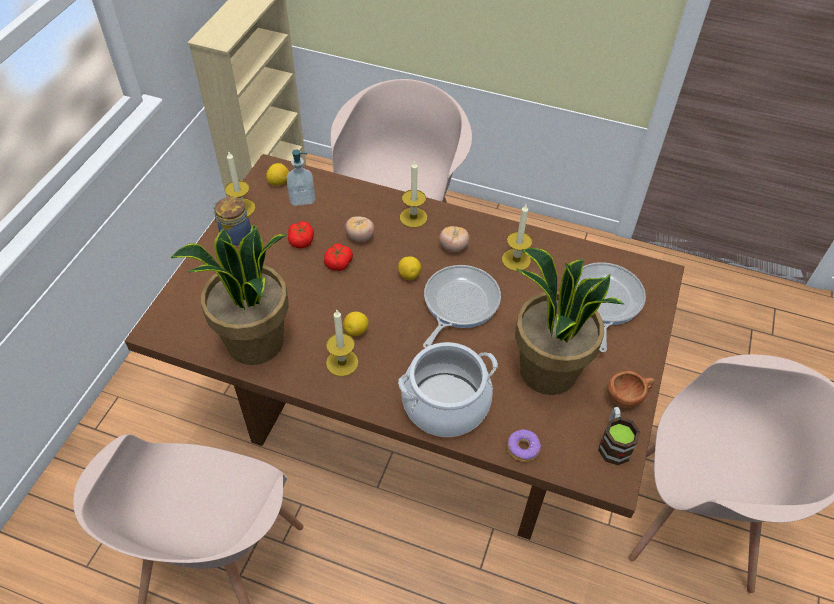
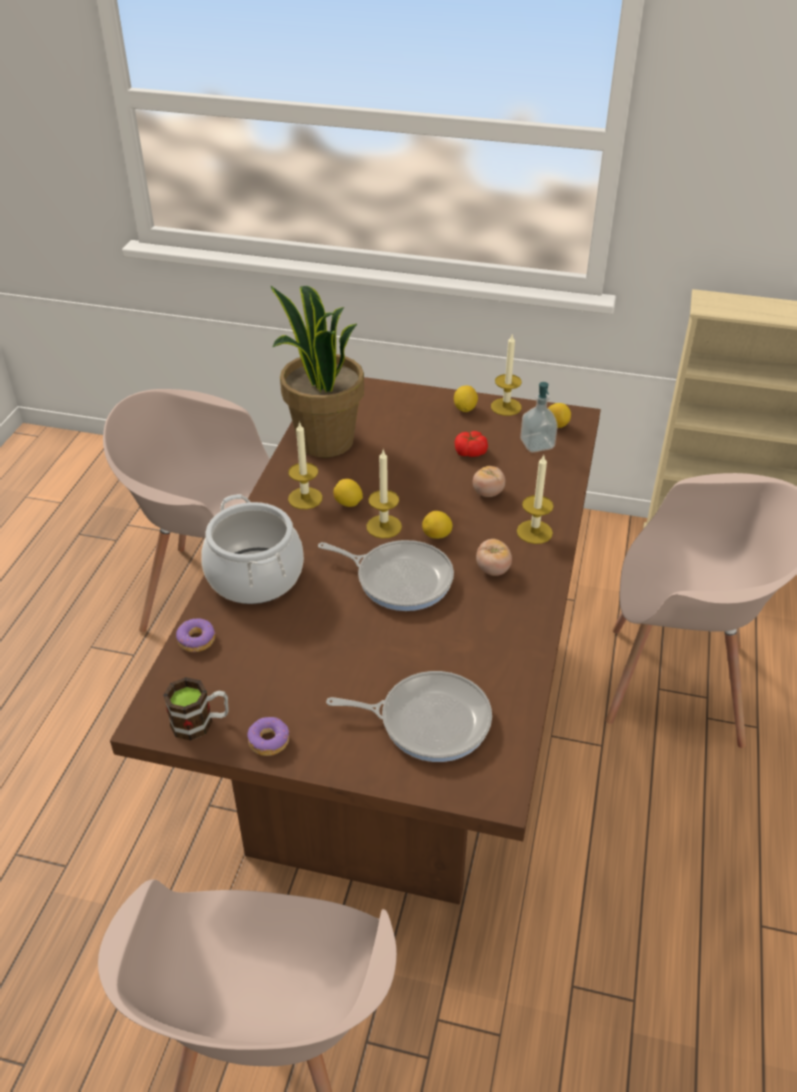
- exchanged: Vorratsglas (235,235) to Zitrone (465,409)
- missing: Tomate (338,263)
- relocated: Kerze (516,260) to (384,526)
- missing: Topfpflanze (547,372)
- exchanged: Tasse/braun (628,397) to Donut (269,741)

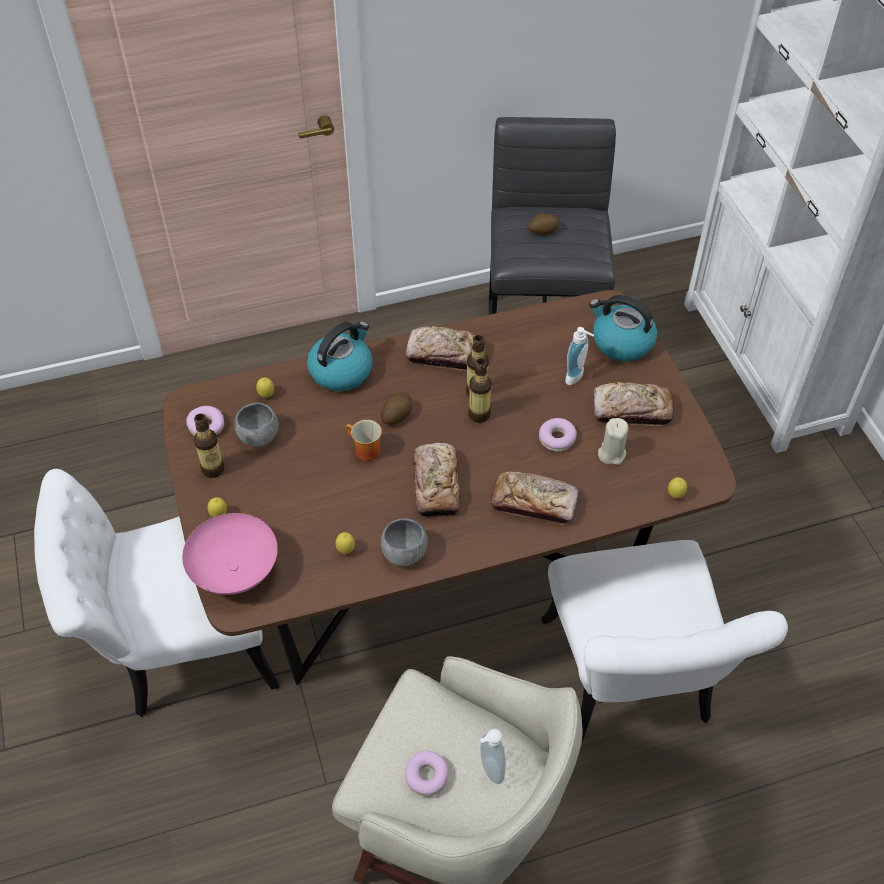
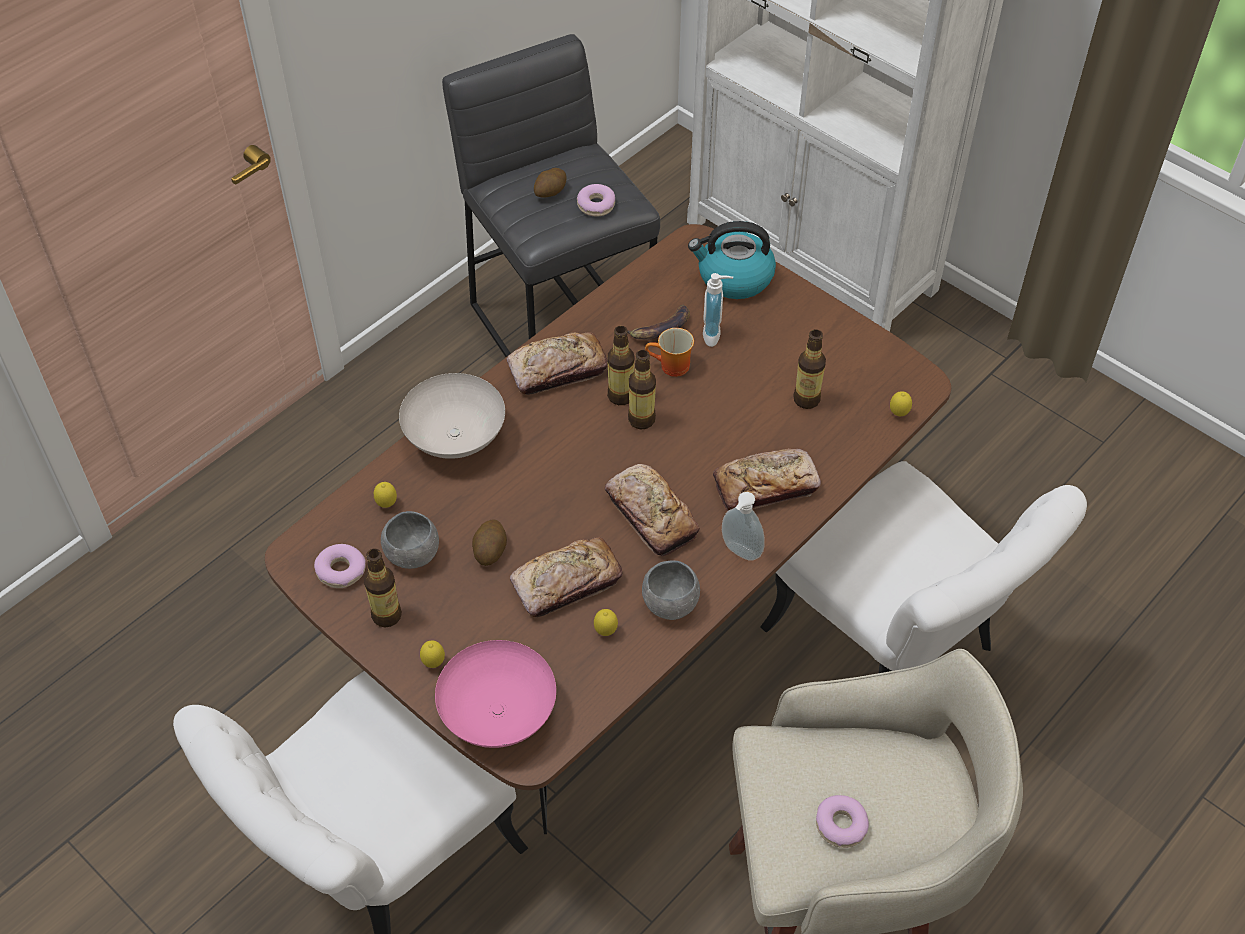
- exchanged: Wasserkessel (341,371) to Schüssel/weiß (453,438)
- relocated: Henkelbecher (364,451) to (671,367)
- relocated: Kartoffel (396,416) to (490,550)
- relocated: Seifenspender (489,769) to (739,552)
- relocated: Donut (557,438) to (596,205)
- relocated: Brot (632,410) to (566,584)
- exchanged: Kerze/beige (611,453) to Flasche (806,399)
- appeared: Banane (659,329)

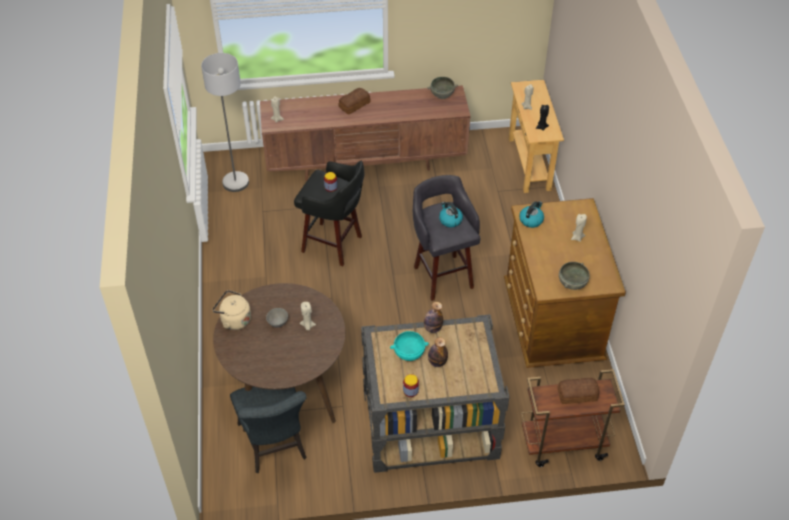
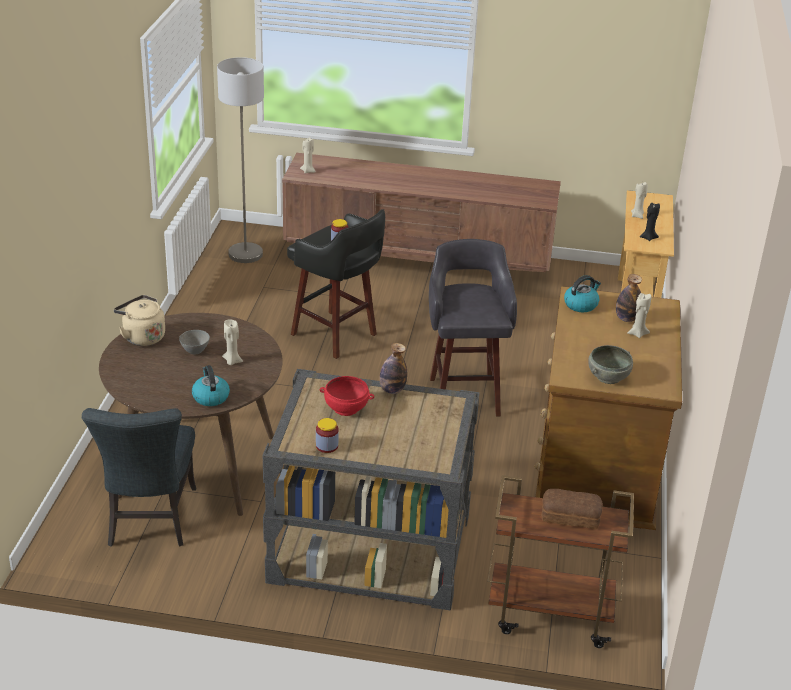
- missing: Brot (353,105)
- colour: Schüssel/türkis (409,353) to Schüssel/rot (346,408)
- missing: Schüssel/grau (442,94)
- relocated: Flasche (437,362) to (626,318)
- relocated: Wasserkessel (450,220) to (210,397)

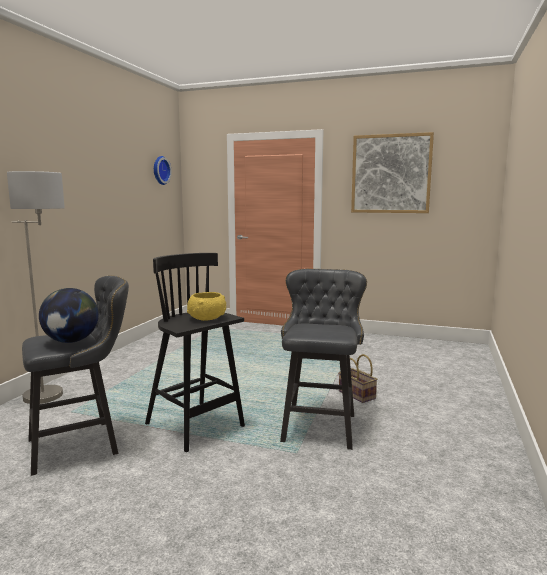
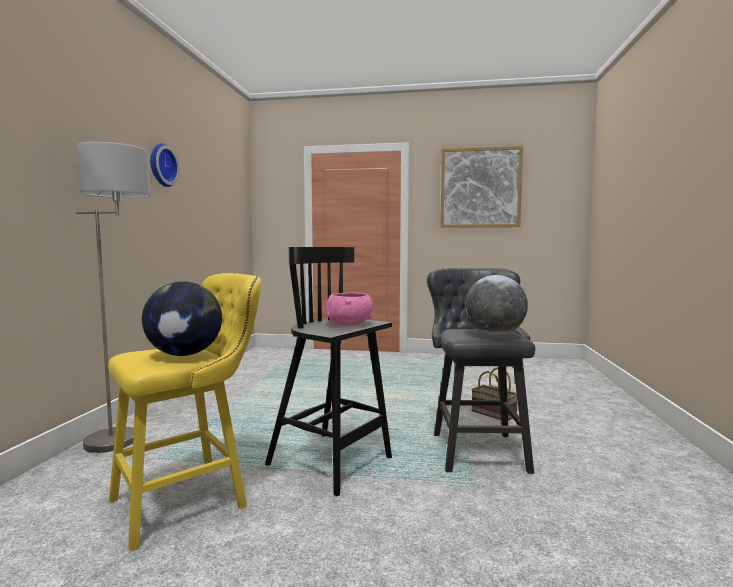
- colour: Hocker/grau (85,443) to Hocker/gelb (195,497)
- relocated: Wanduhr (160,170) to (161,165)
- colour: Schüssel/gelb (207,318) to Schüssel/rosa (349,324)
- appeared: Globus (494,334)

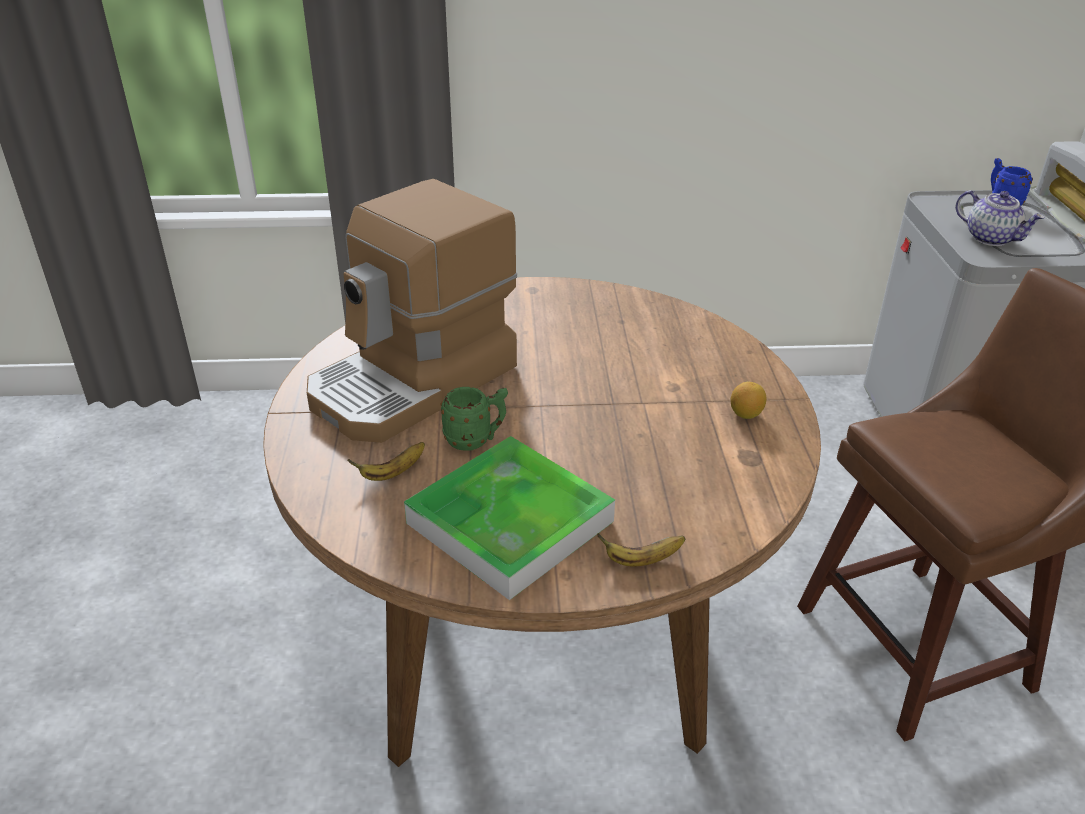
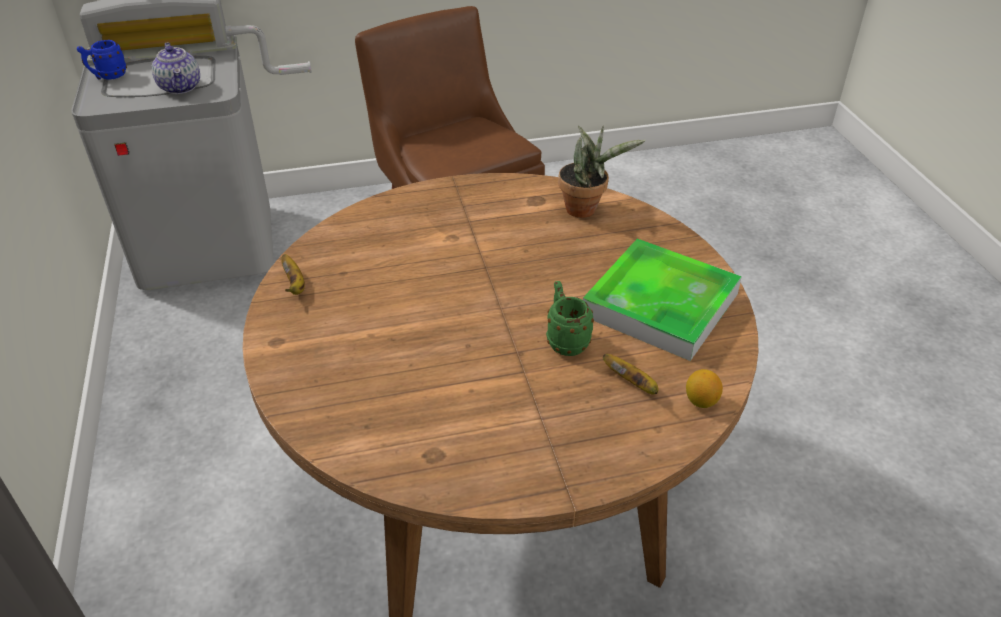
- missing: Kaffeemaschine (414,383)
- relocated: Banane (642,560) to (295,284)
- relocated: Zitrone (746,414) to (700,401)
- spun: Teekanne (991,238) = (181,87) 120 degrees clockwise
- appeared: Topfpflanze (585,209)

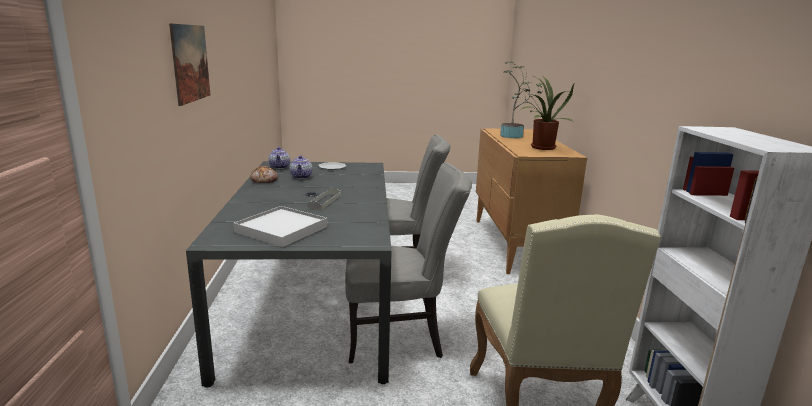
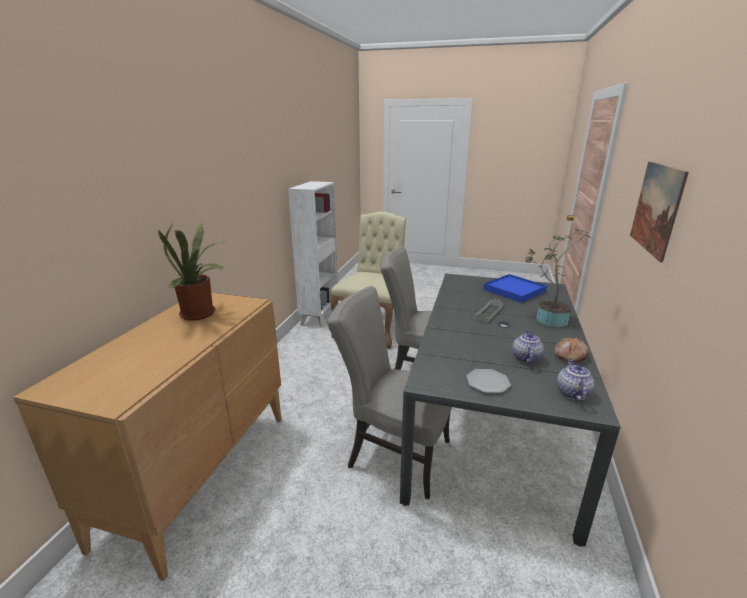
- colour: Tablett/weiß (281,229) to Tablett/blau (514,290)
- relocated: Topfpflanze (514,136) to (547,319)

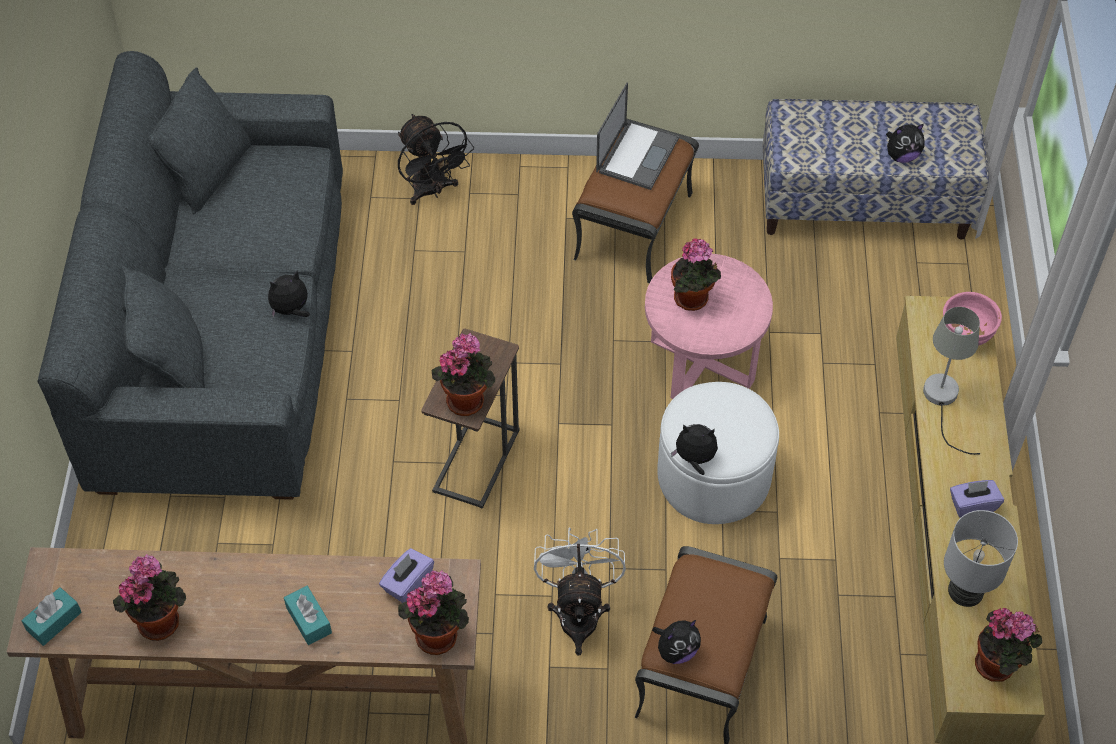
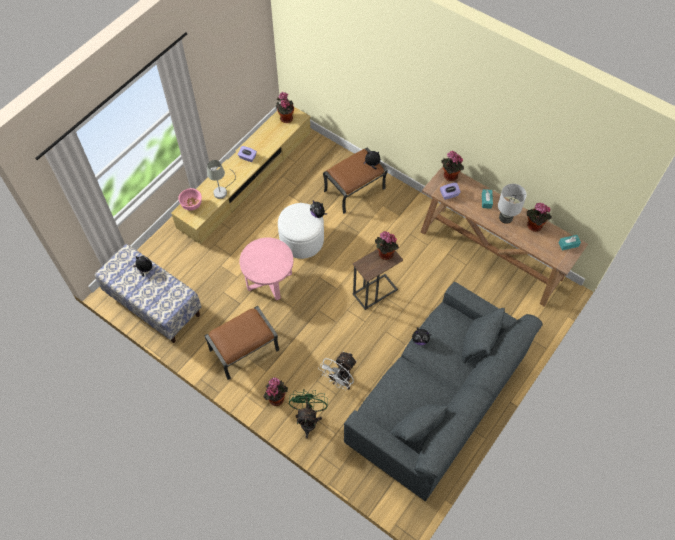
- colour: Ventilator/schwarz (432,191) to Ventilator/grün (308,419)
- relocated: Ventilator/weiß (578,612) to (340,380)
- missing: Laptop (637,154)
- relocated: Topfpflanze (693,300) to (276,397)
- relocated: Tischlampe/grau (965,591) to (505,217)

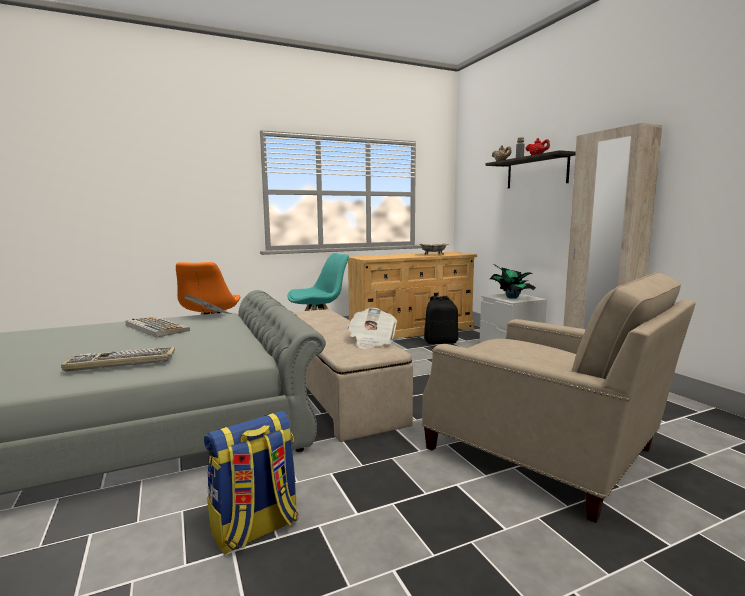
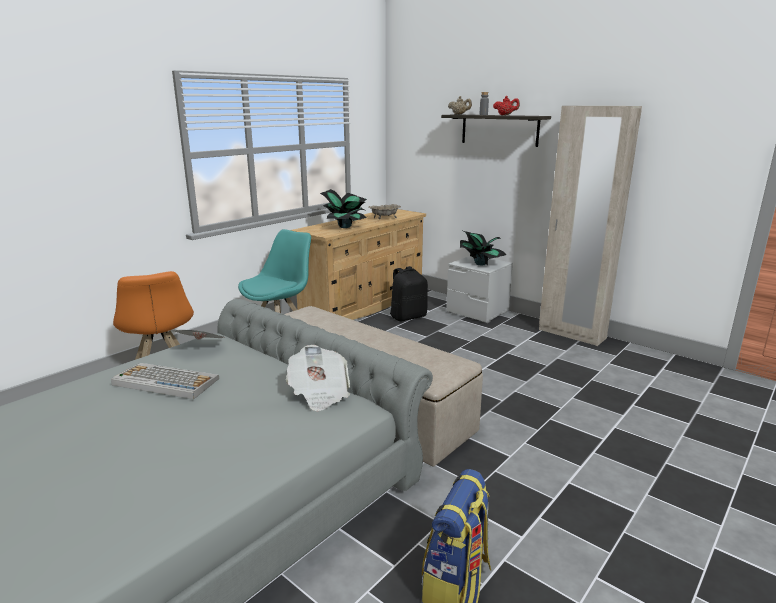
- missing: Tastatur (120,362)
- relocated: Zeitung (371,341) to (319,393)
- missing: Sessel/beige (544,451)
- appeared: Topfpflanze (345,227)

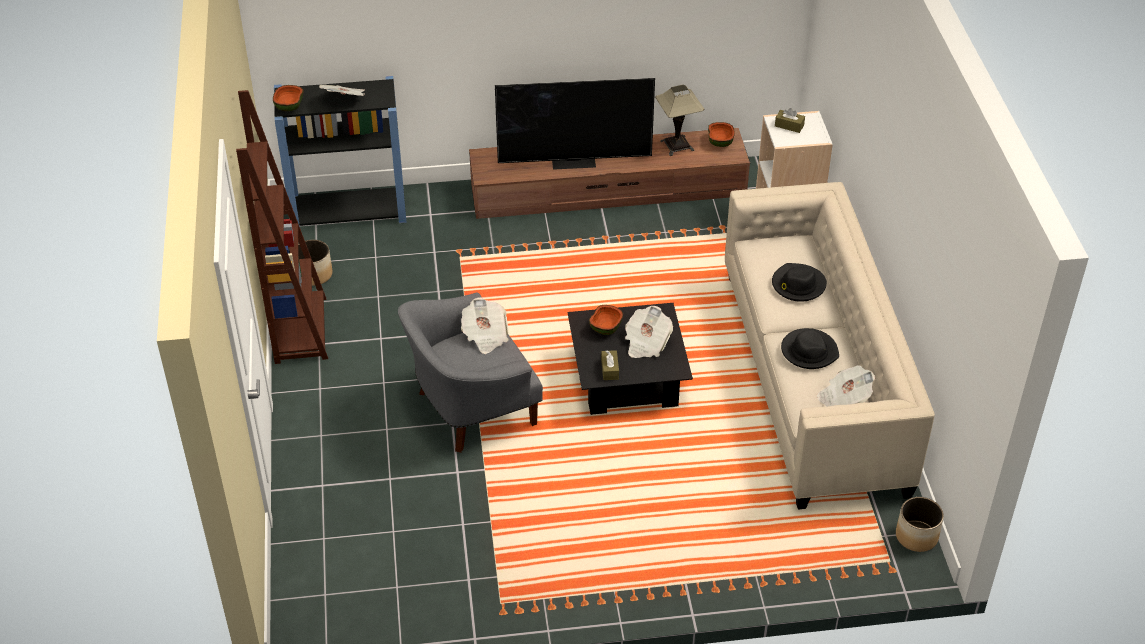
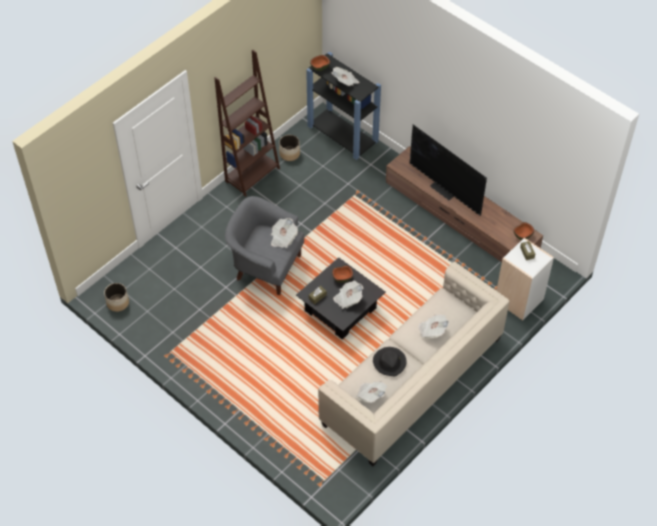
- missing: Tischlampe (677,145)
- exchanged: Hut/schwarz (798,285) to Zeitung (432,330)
- relocated: Pflanzkübel (917,536) to (118,303)

